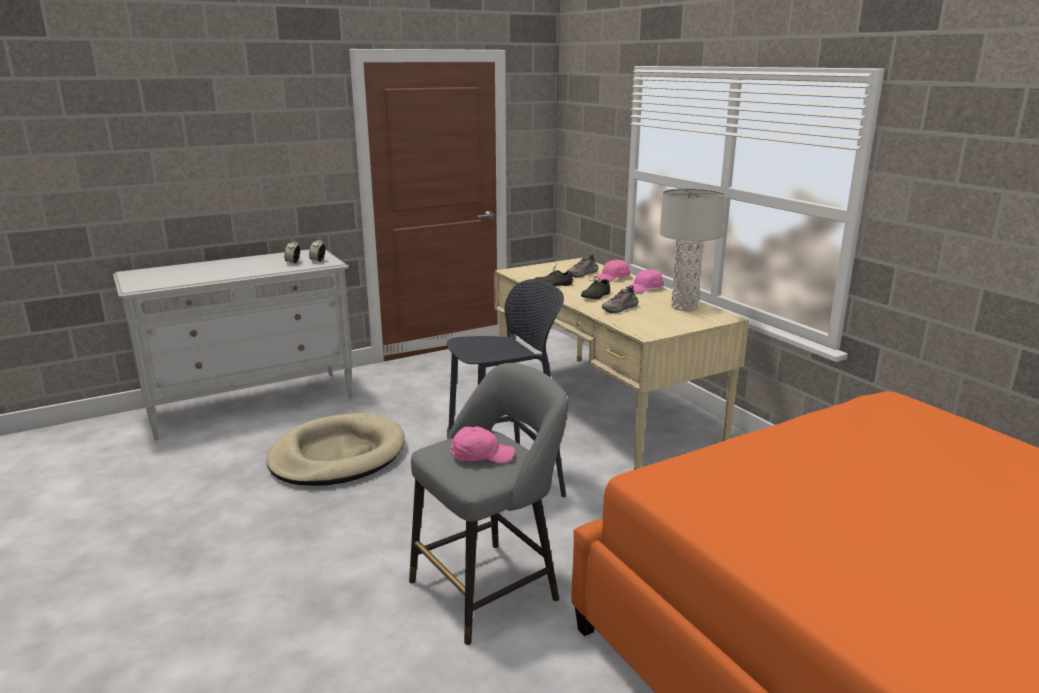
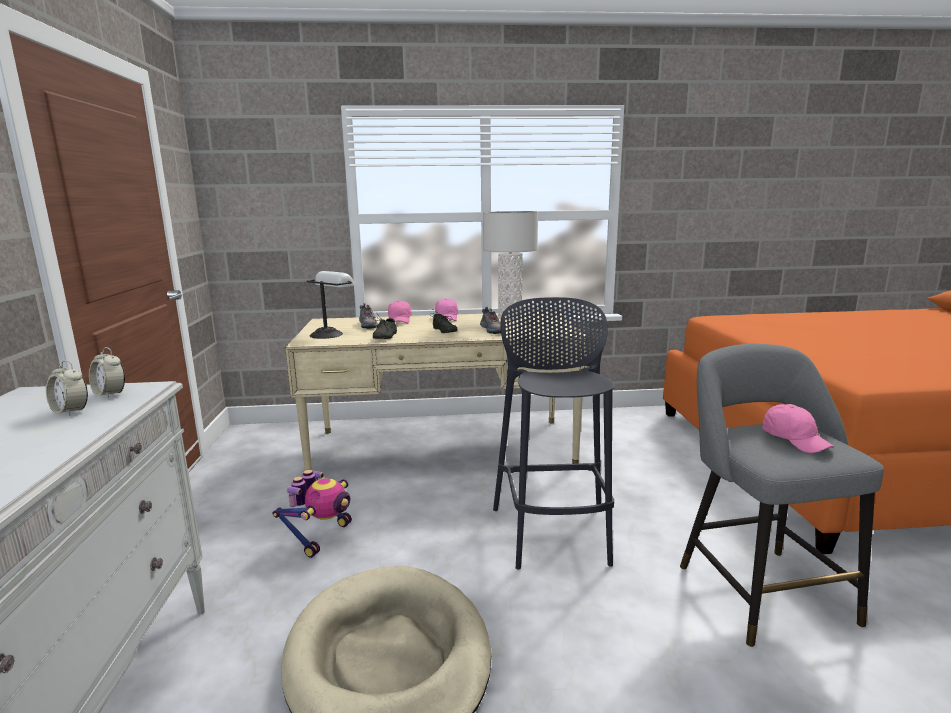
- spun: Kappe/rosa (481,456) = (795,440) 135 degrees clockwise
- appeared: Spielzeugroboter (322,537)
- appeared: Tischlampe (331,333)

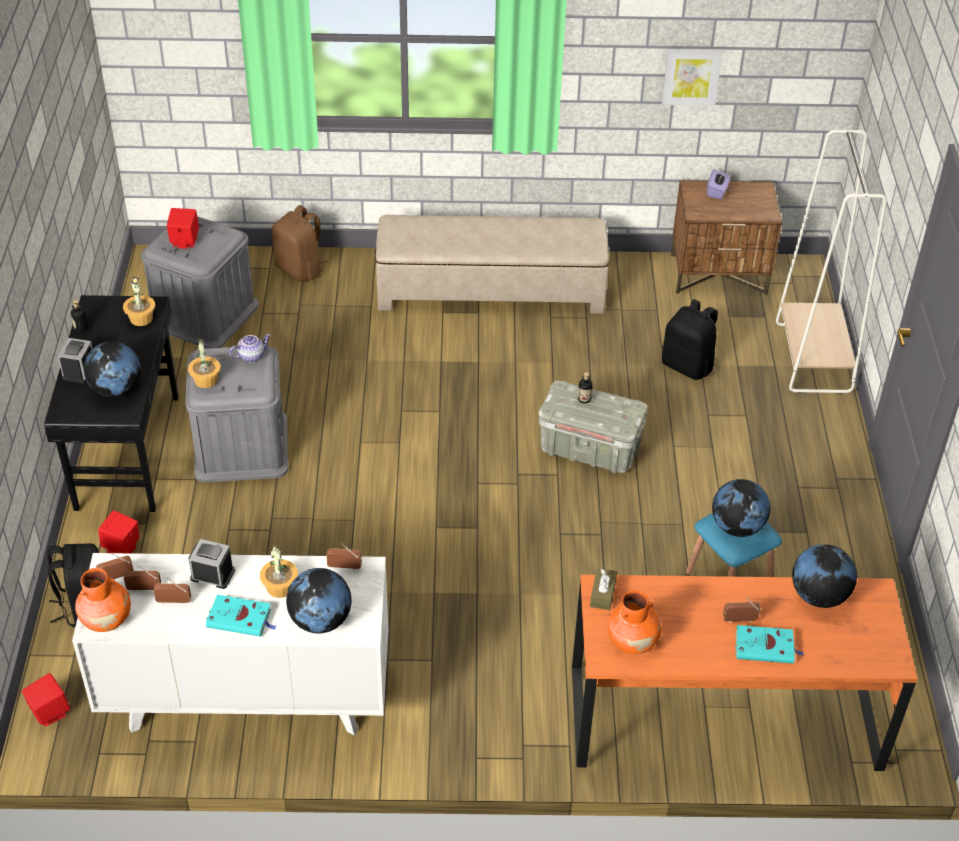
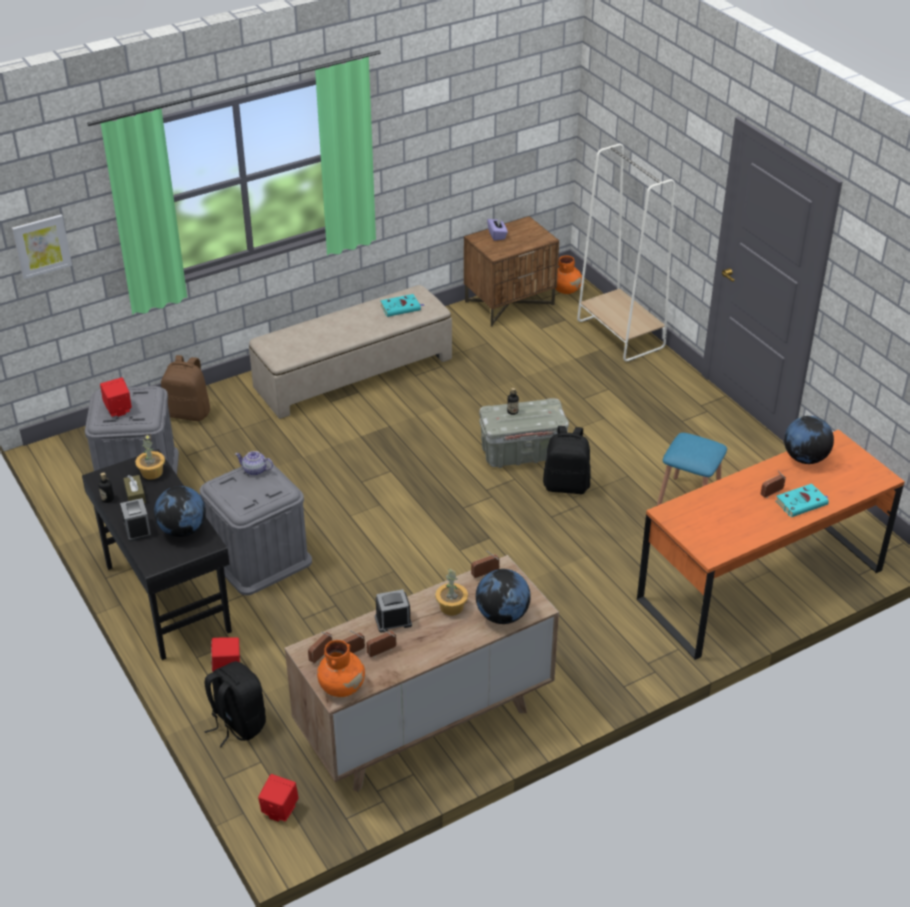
- colour: Kommode/weiß (247,697) to Kommode/grün (425,726)
- missing: Topfpflanze (205,380)
- relocated: Buch/türkis (241,619) to (401,307)
- spun: Teekanne (251,356) = (255,470) 105 degrees counterclockwise
- relocated: Taschentuchbox/braun (603,594) to (135,495)
- relocated: Vase/orange (633,641) to (566,290)
- relocated: Bild (691,76) to (41,246)
- relocated: Rucksack/schwarz (688,366) to (566,485)
- missing: Globus (737,527)

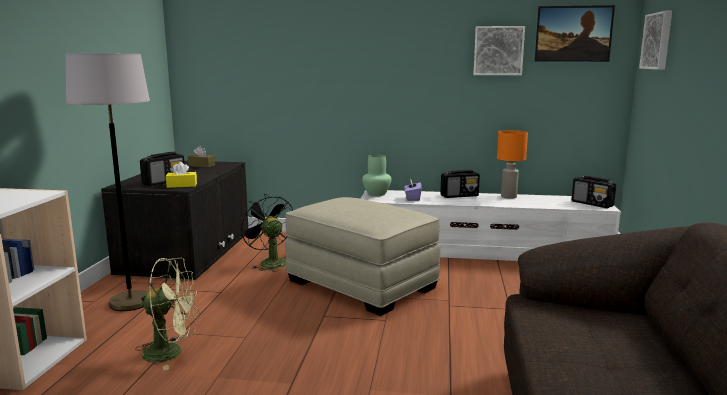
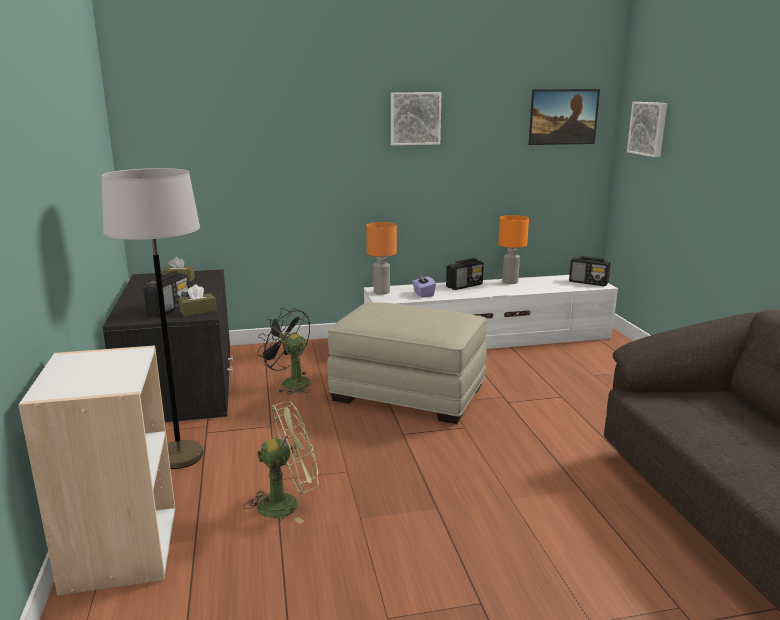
- colour: Taschentuchbox/gelb (182,185) to Taschentuchbox/braun (198,311)
- exchanged: Vase/grün (376,194) to Tischlampe/orange (381,292)
- relocated: Bild (498,51) to (415,118)

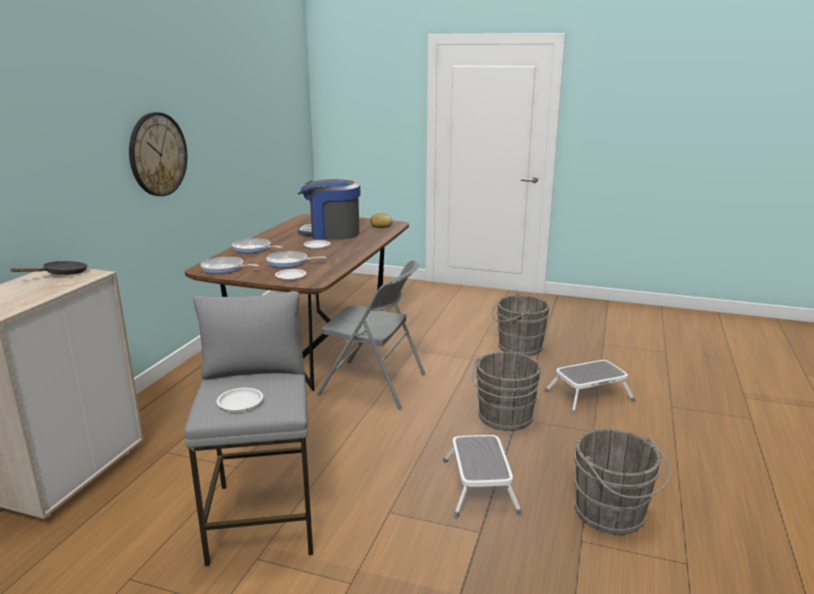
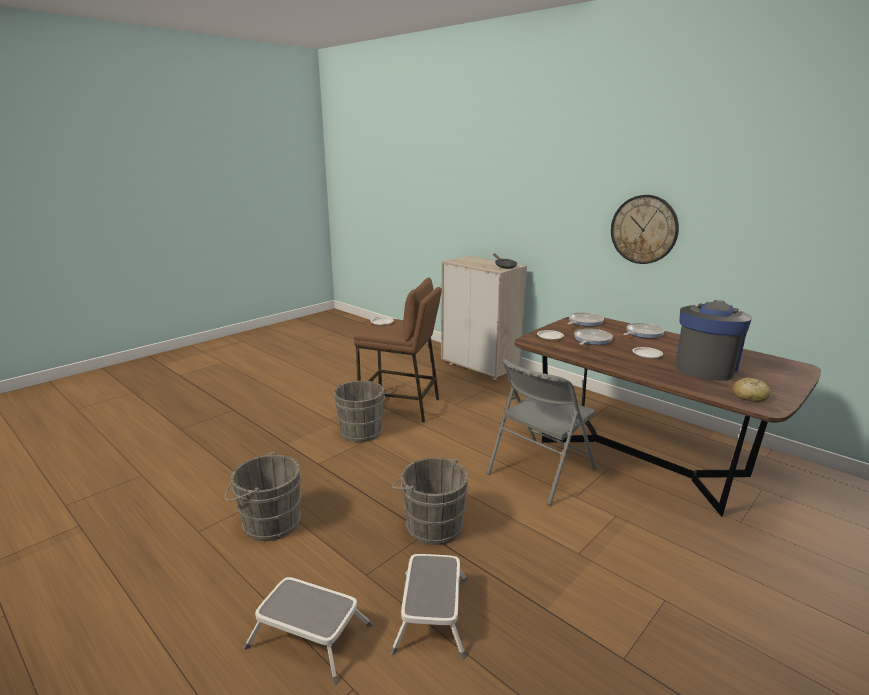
- colour: Hocker/grau (264,517) to Hocker/braun (400,406)
- relocated: Trittleiter/grau (479,486) to (310,635)
- relocated: Eimer/grau (517,347) to (362,430)

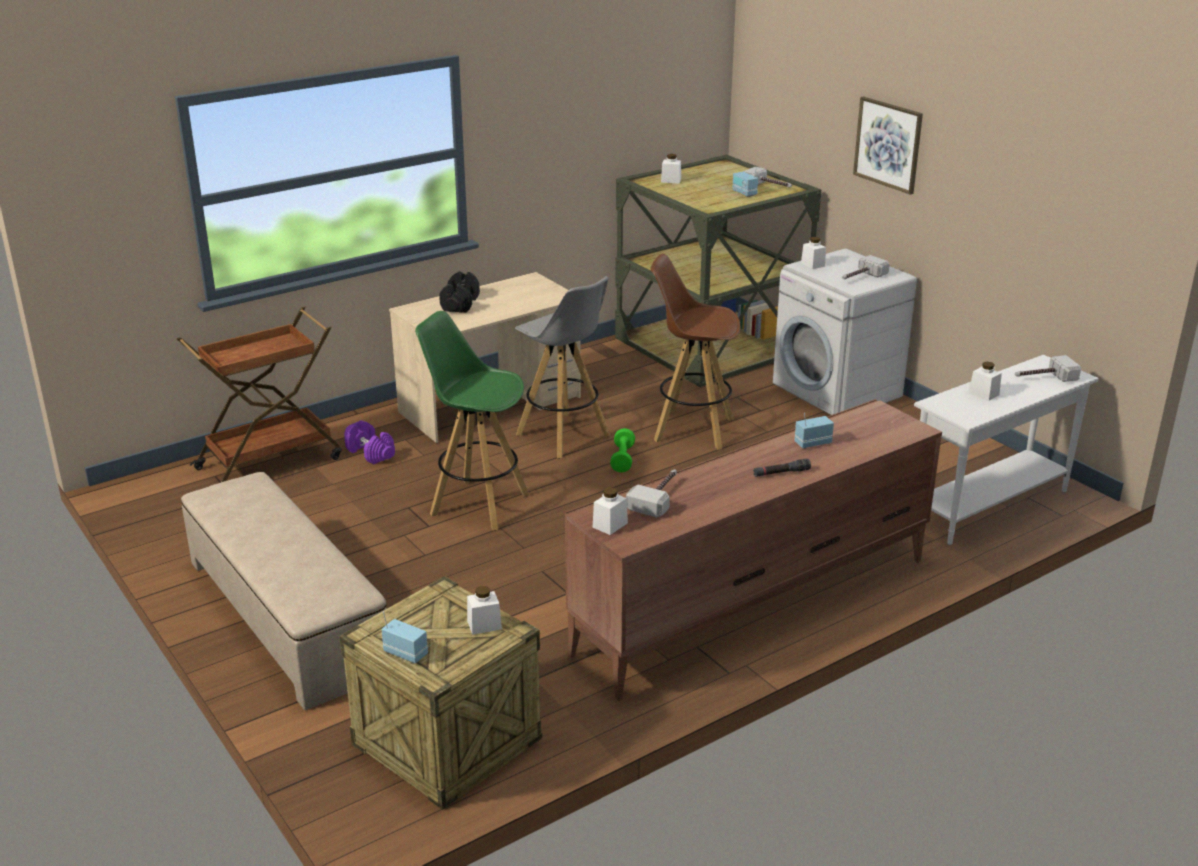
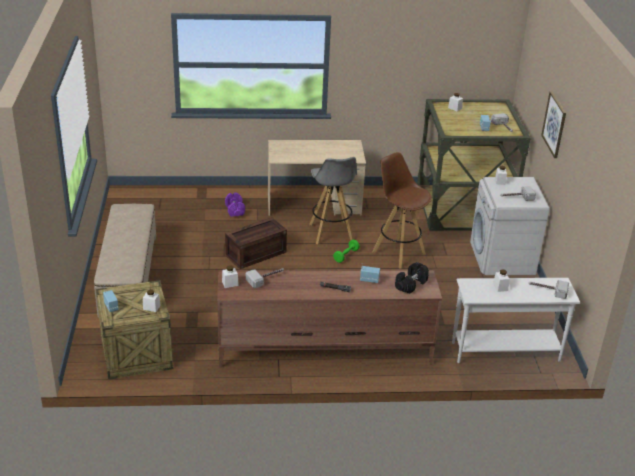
- missing: Rollwagen/braun (270,464)
- exchanged: Hocker/grün (478,503) to Kiste (256,253)
- relocated: Hantel/schwarz (460,304) to (411,284)

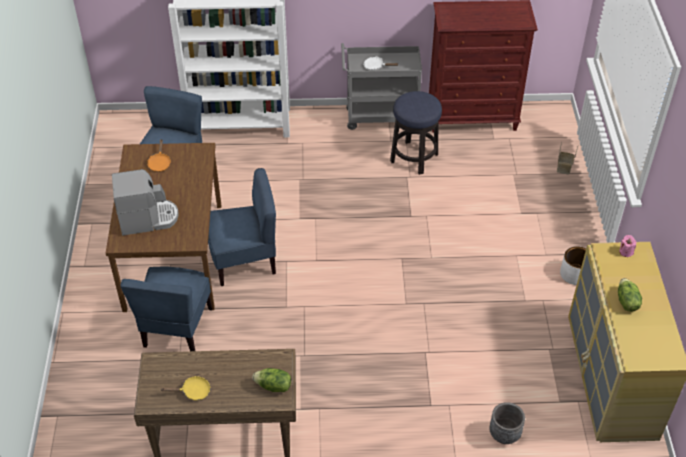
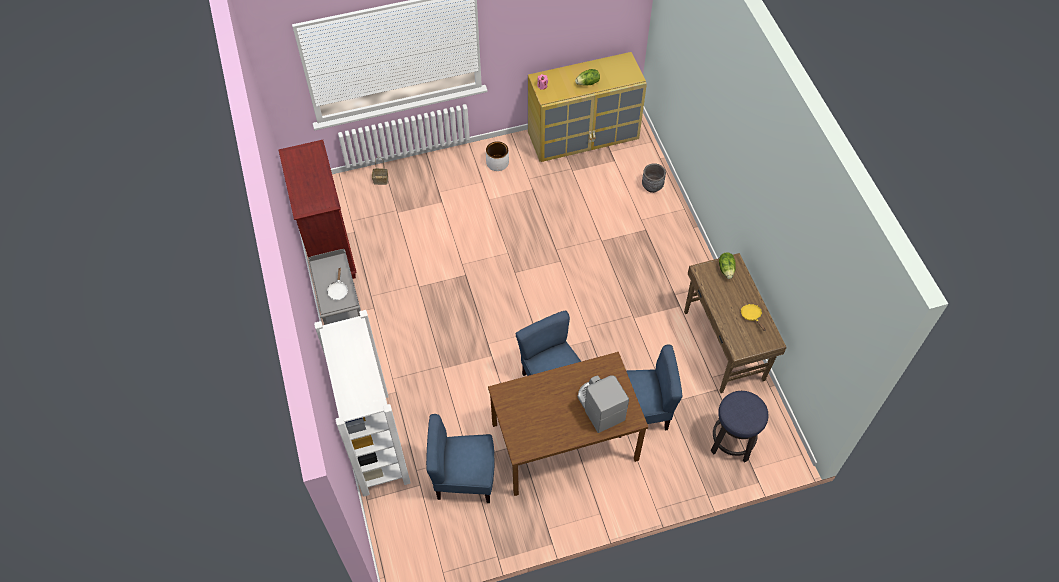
- missing: Pfanne/orange (159,163)
- relocated: Hocker (414,158) to (732,442)

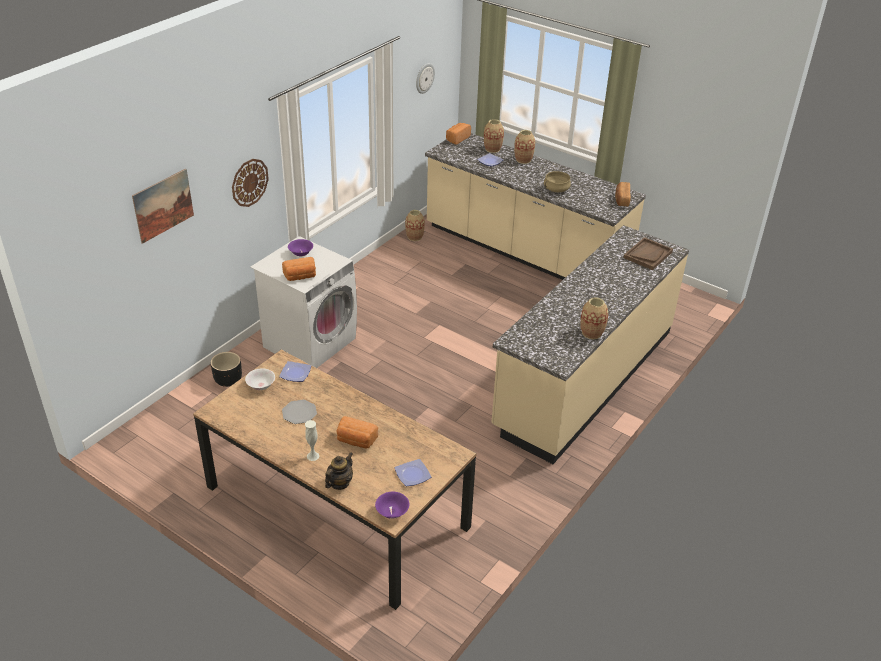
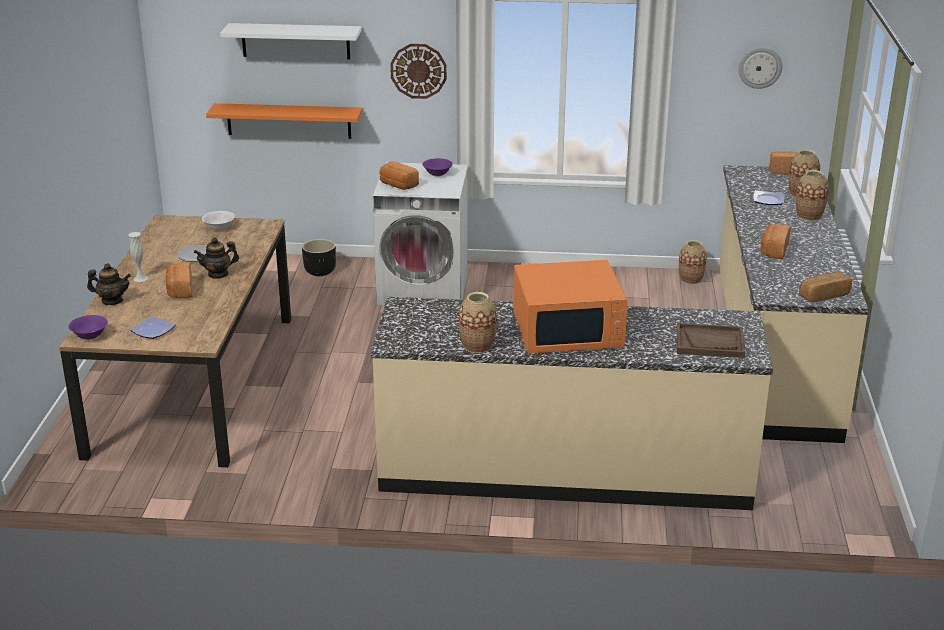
- exchanged: Bild (163,205) to Wandregal/weiß (295,41)
- missing: Teller (295,373)
- exchanged: Kochtopf/beige (556,189) to Brot (773,251)
- appeared: Teekanne (218,274)
- appeared: Wandregal/orange (288,120)
- appeared: Mikrowelle/orange (569,330)

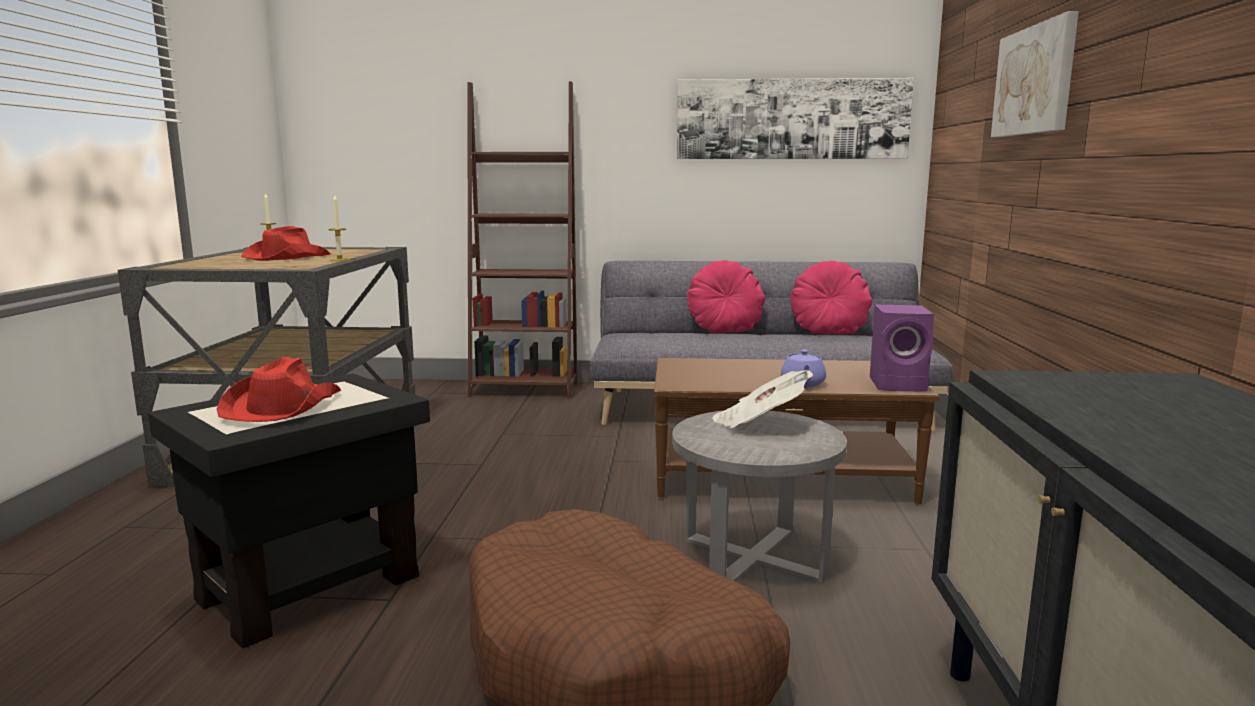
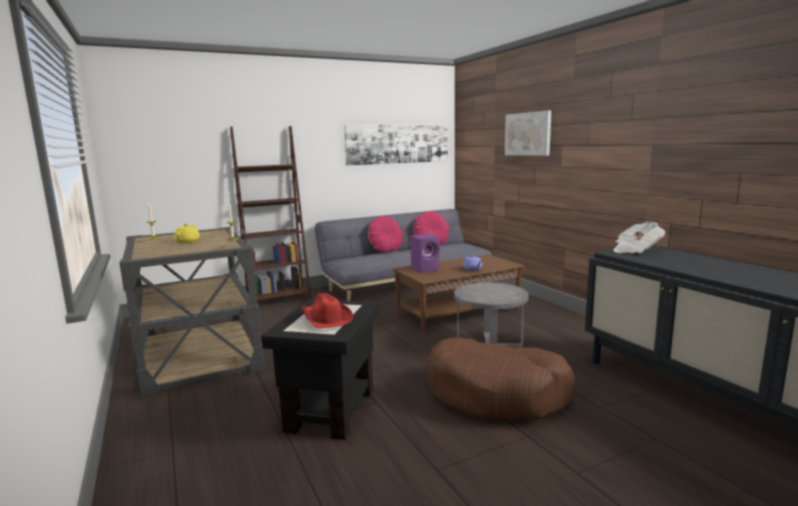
- exchanged: Hut/rot (286,257) to Teekanne/gelb (188,241)
- relocated: Zeitung (759,423) to (635,250)
- relocated: Lautsprecher/lila (900,384) to (426,269)

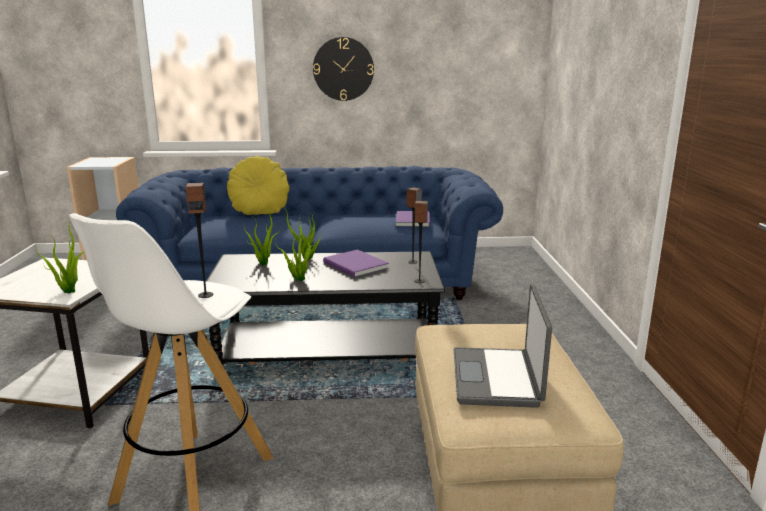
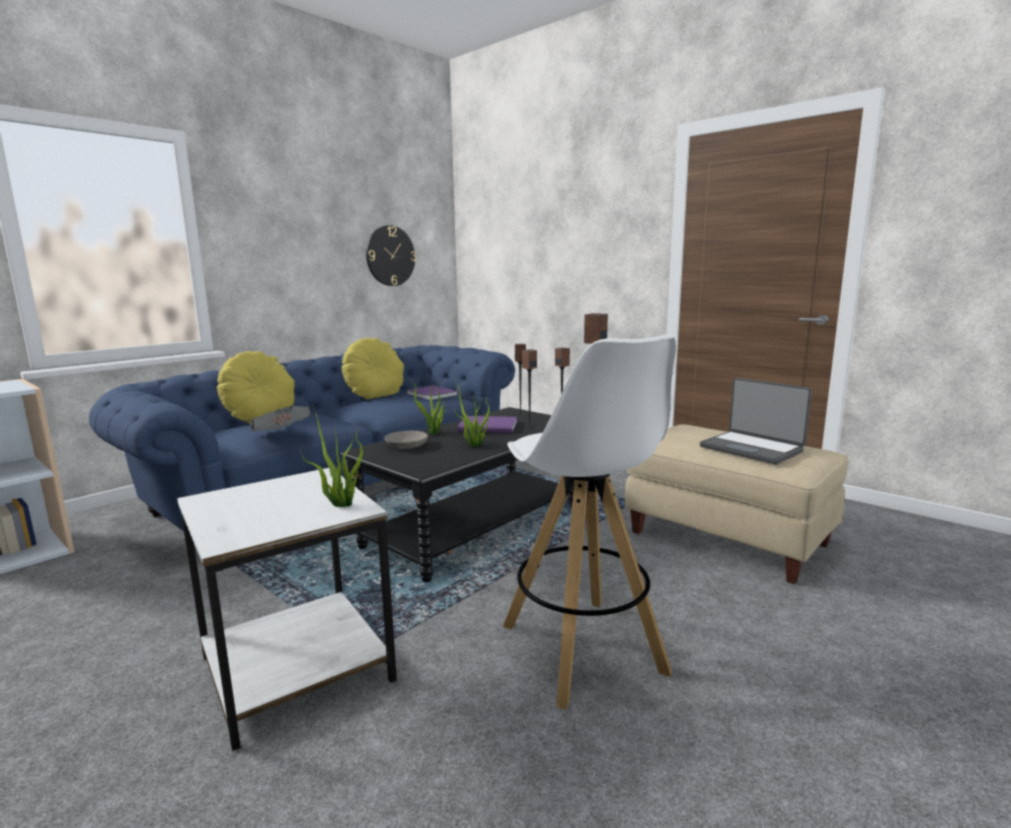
- exchanged: Topfpflanze (263,263) to Schüssel/grau (406,446)
- relocated: Wanduhr (343,69) to (390,256)
- appeared: Zeitung (282,435)
- appeared: Kissen/gelb (375,397)
- appeared: Lautsprecher (529,426)

